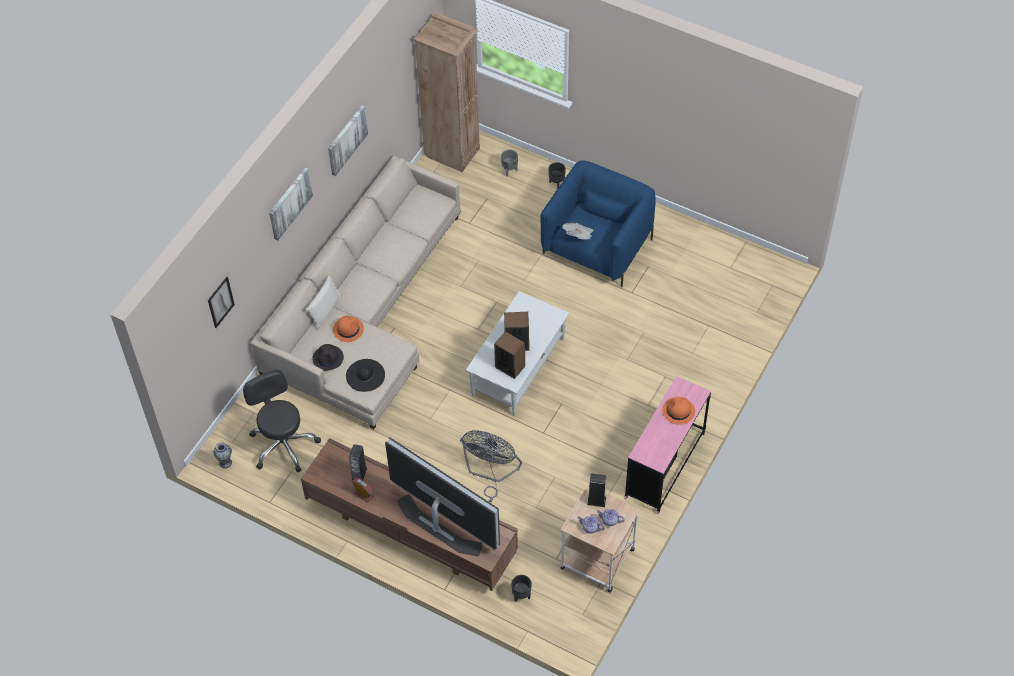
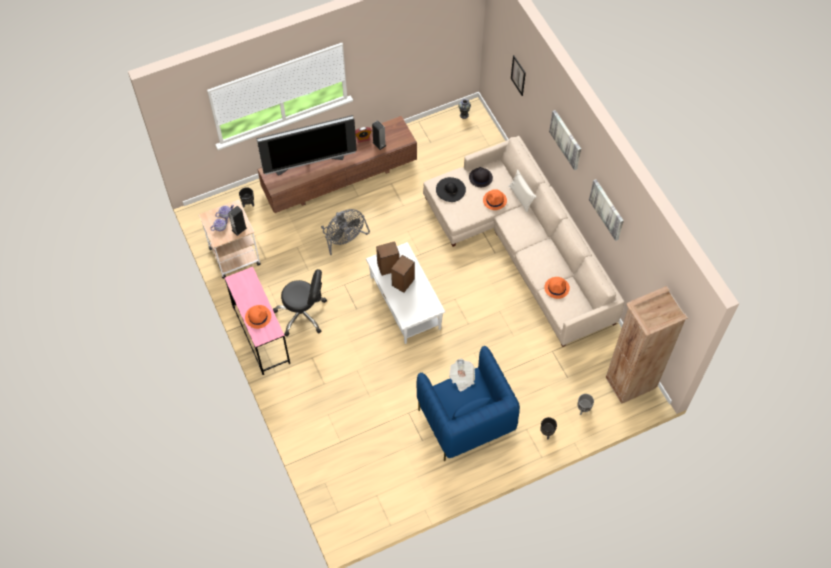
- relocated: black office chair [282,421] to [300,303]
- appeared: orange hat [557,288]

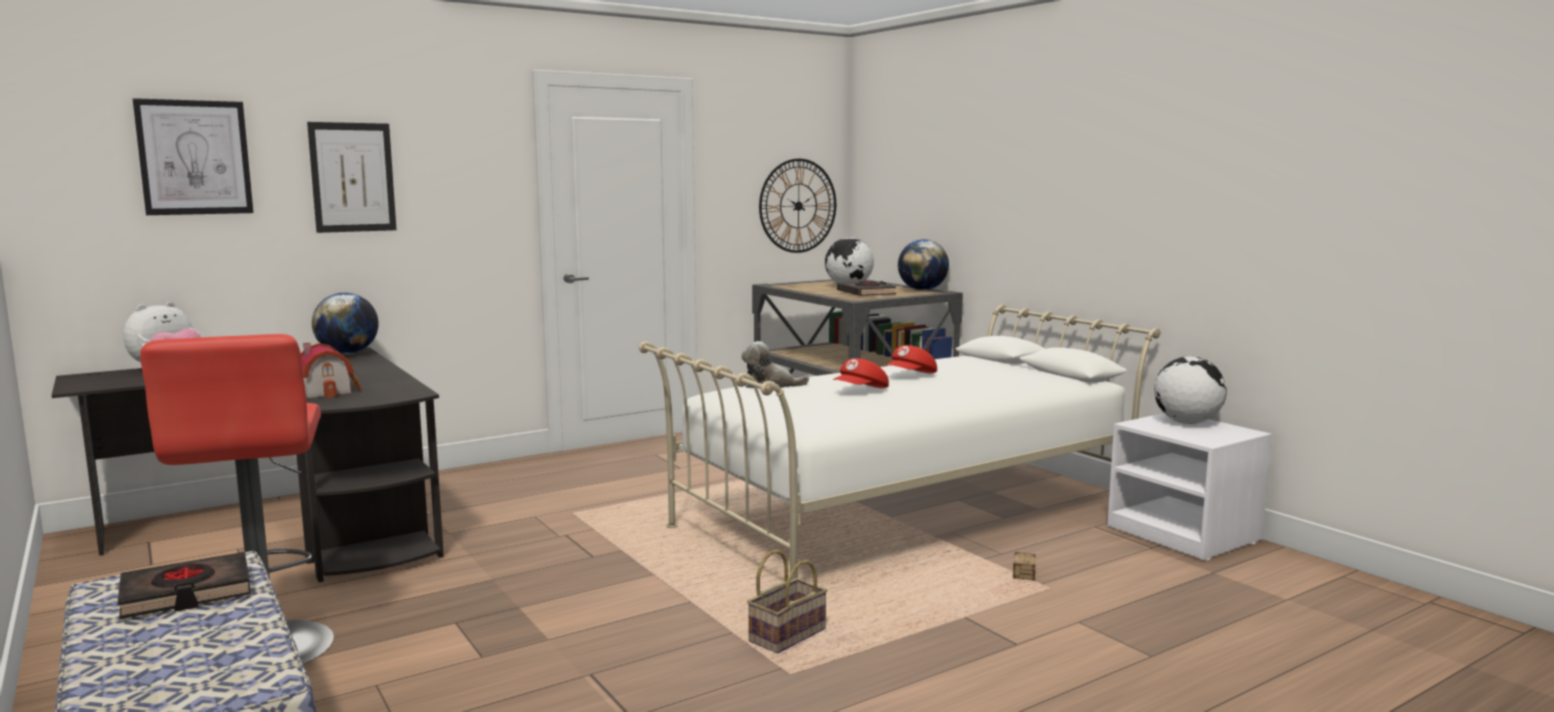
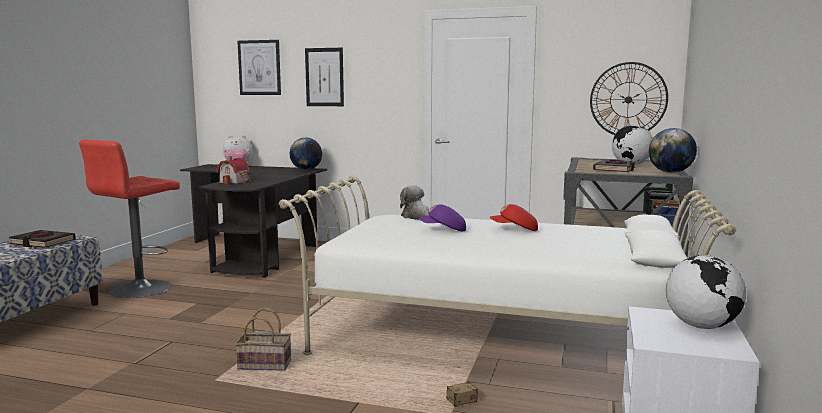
- colour: red cap [861,373] to purple cap [442,217]

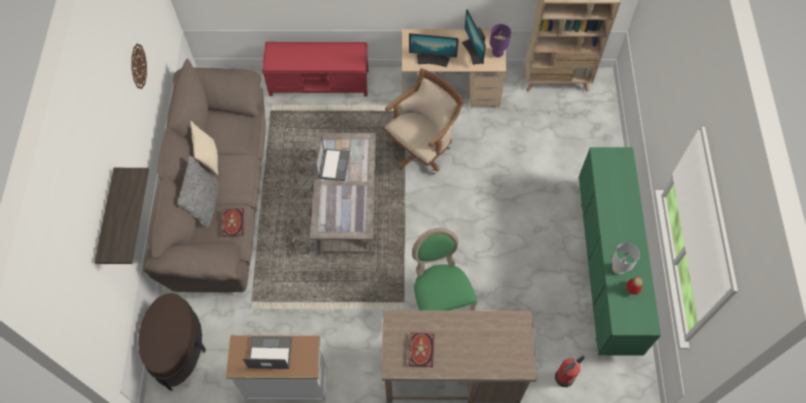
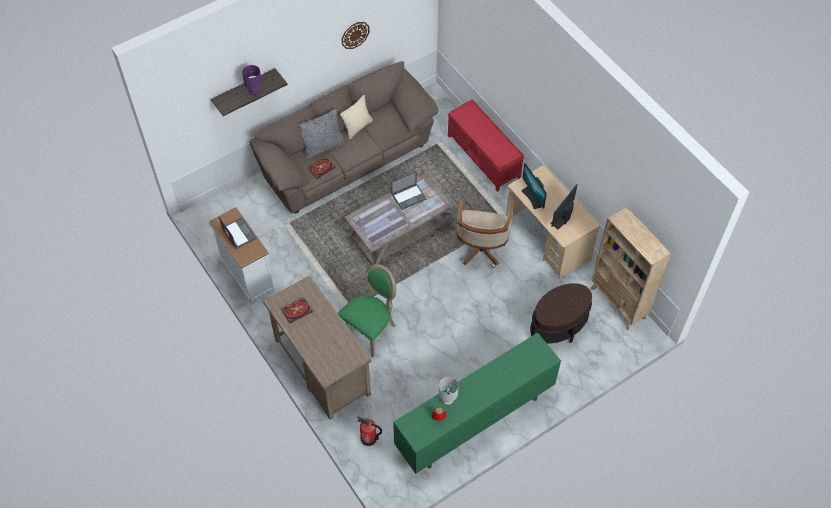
- relocated: brown side table [172,342] to [561,313]
- spun: office chair [424,121] = [485,233] 90 degrees clockwise
- relocated: purple table lamp [500,40] to [252,80]

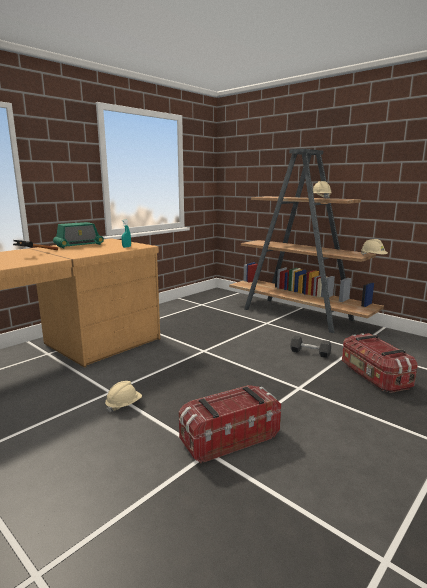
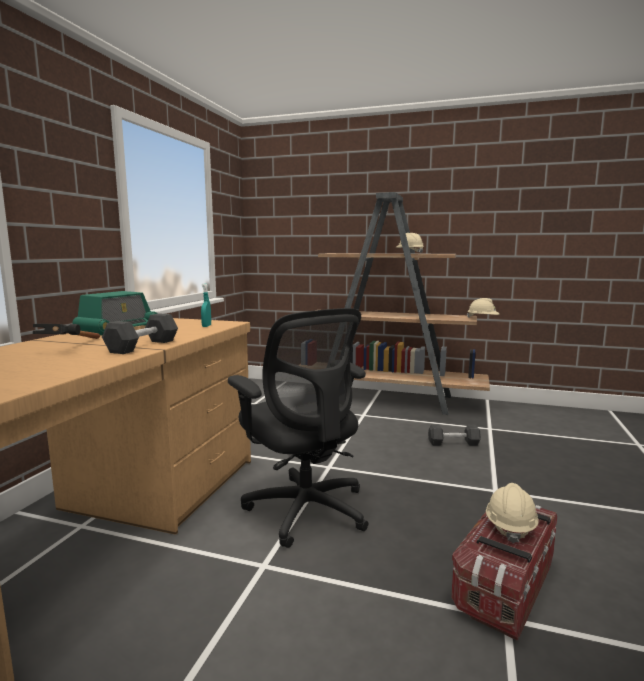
- relocated: beige hard hat [123,396] to [512,513]
- missing: storage box [380,363]
- appeared: black dumbbell [140,333]
- appeared: black office chair [298,428]

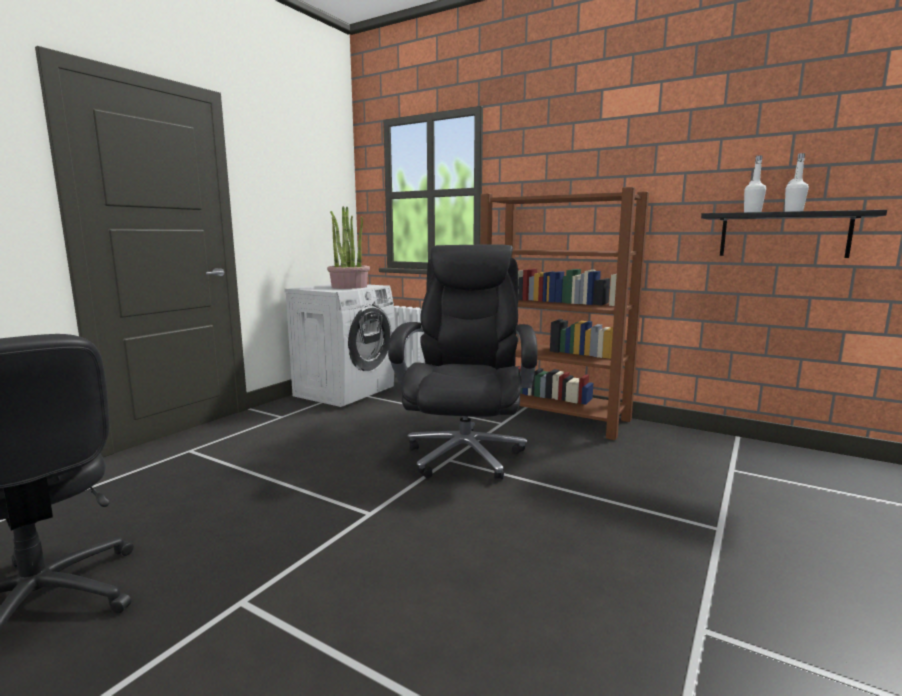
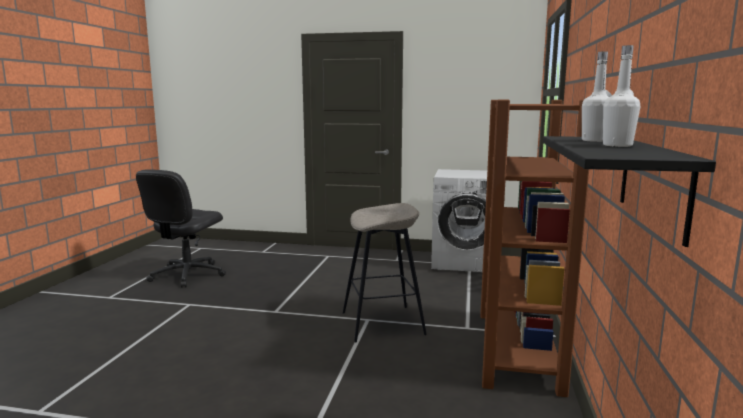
- missing: potted plant [348,247]
- exchanged: black office chair [462,361] to grey stool [385,272]

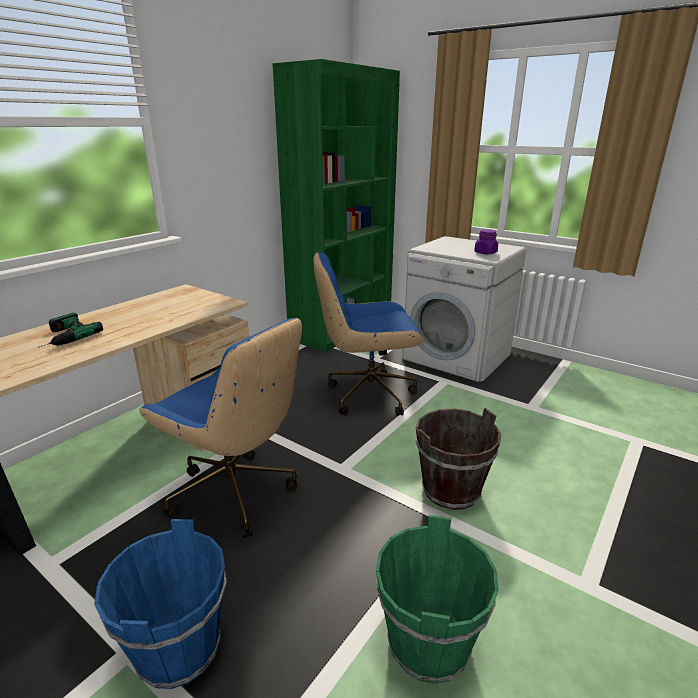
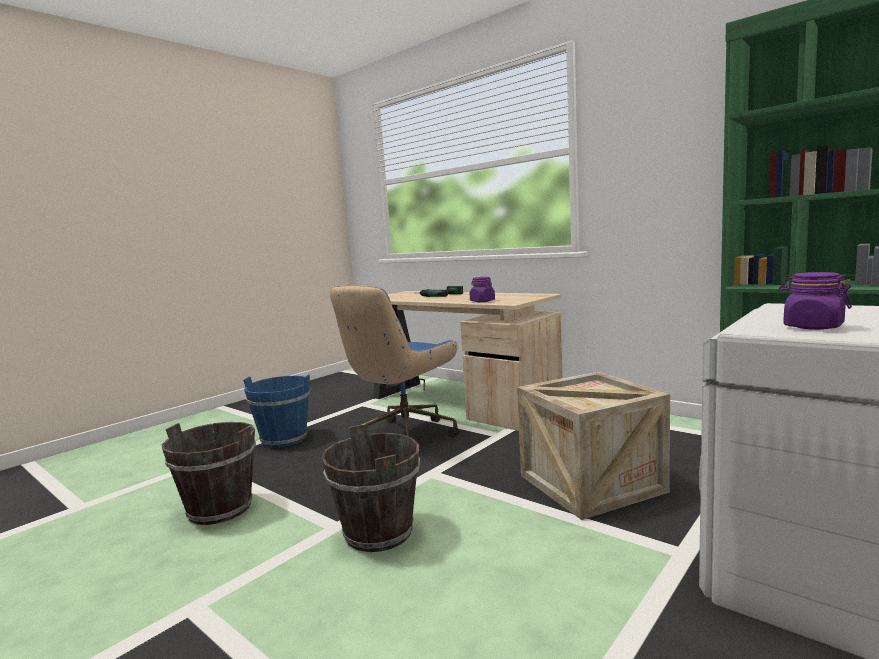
- exchanged: blue office chair [368,334] to crate [593,446]
- colour: green bucket [437,599] to brown bucket [209,473]
- appeared: purple jar [482,289]

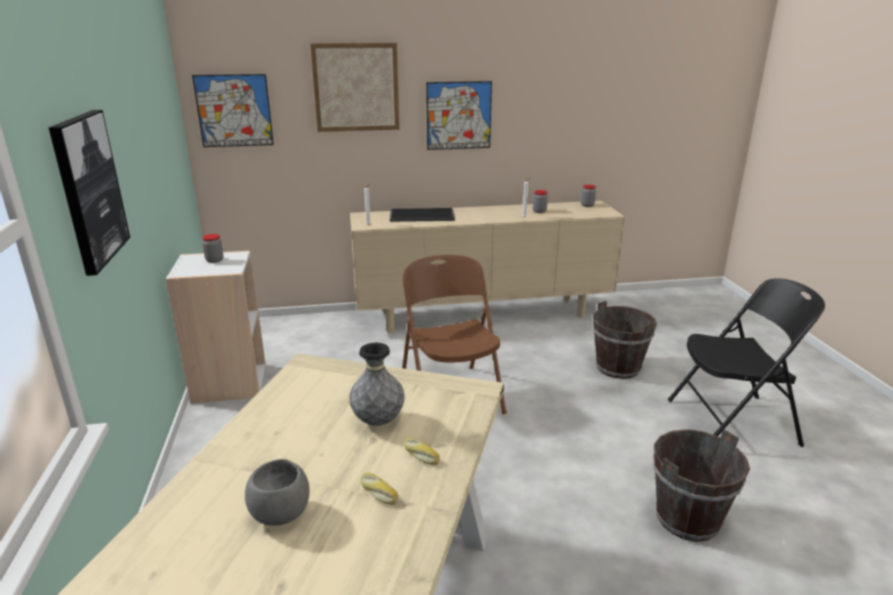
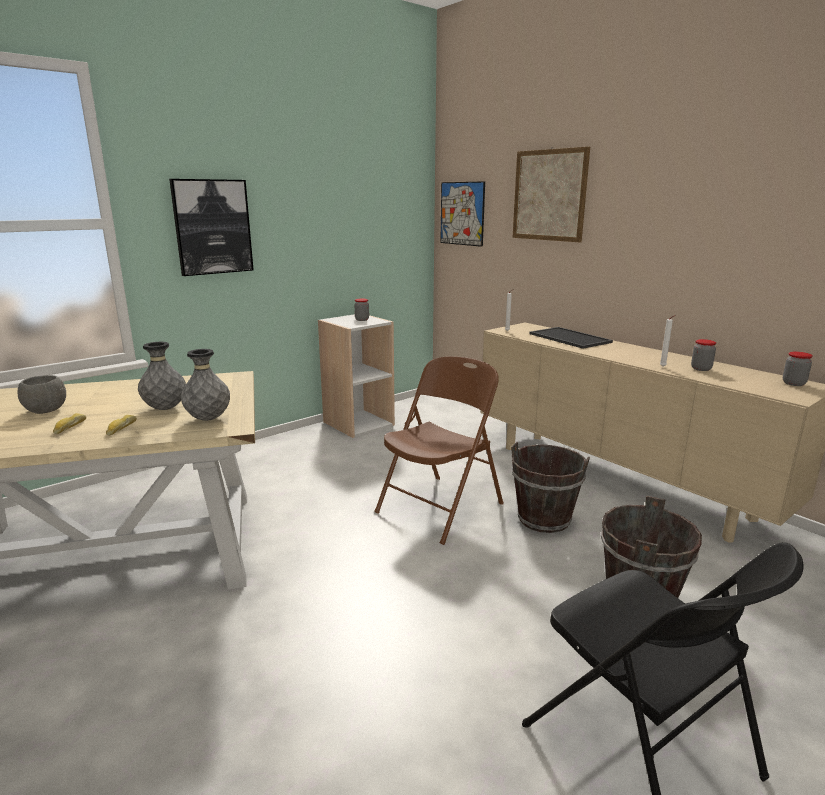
- missing: picture [459,115]
- relocated: brown bucket [701,485] to [550,487]
- appeared: grey vase [205,385]

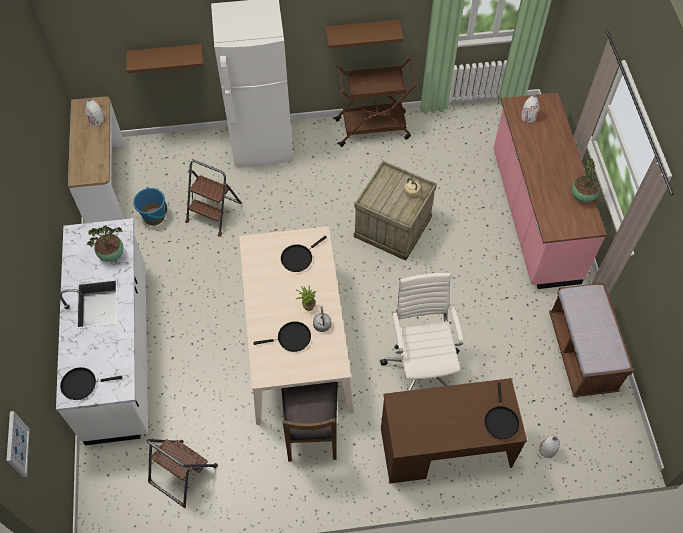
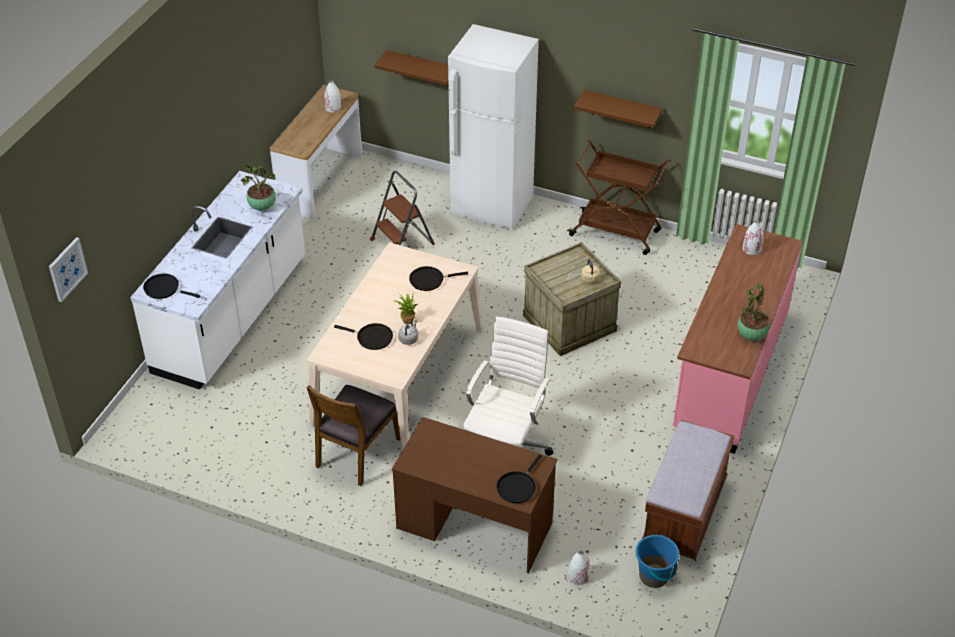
- relocated: blue bucket [150,206] to [657,561]
- missing: brown step ladder [182,473]

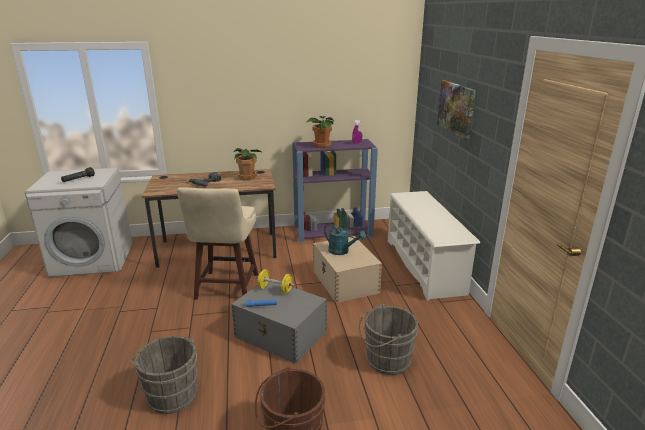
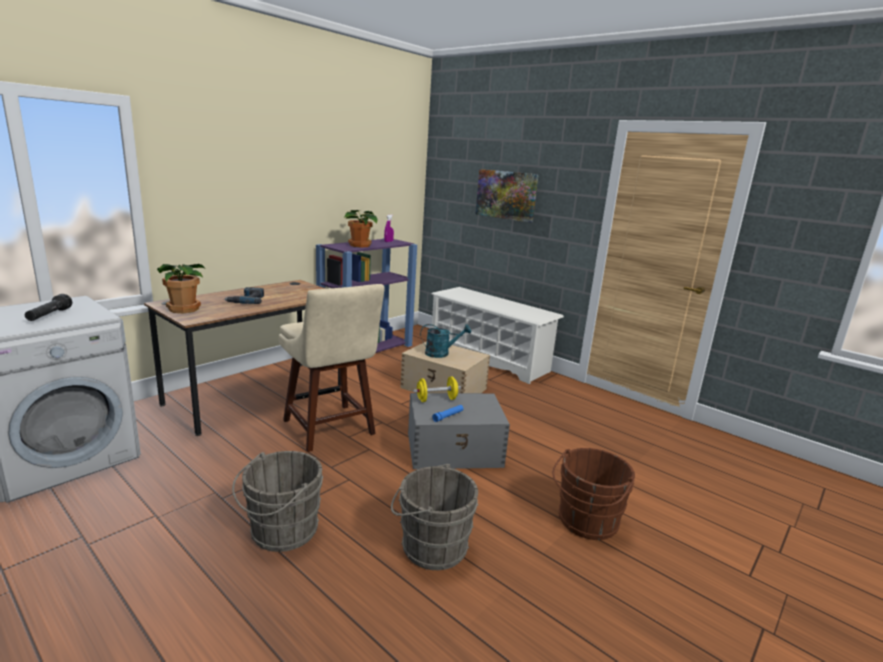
- relocated: potted plant [247,164] to [181,289]
- relocated: grey bucket [388,339] to [277,501]

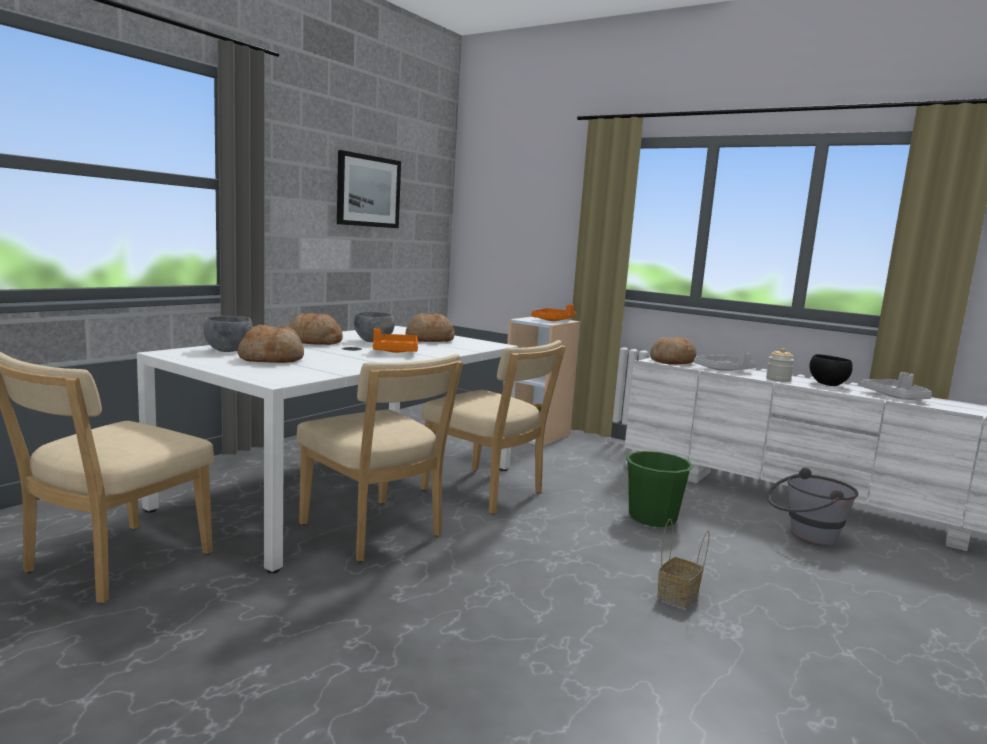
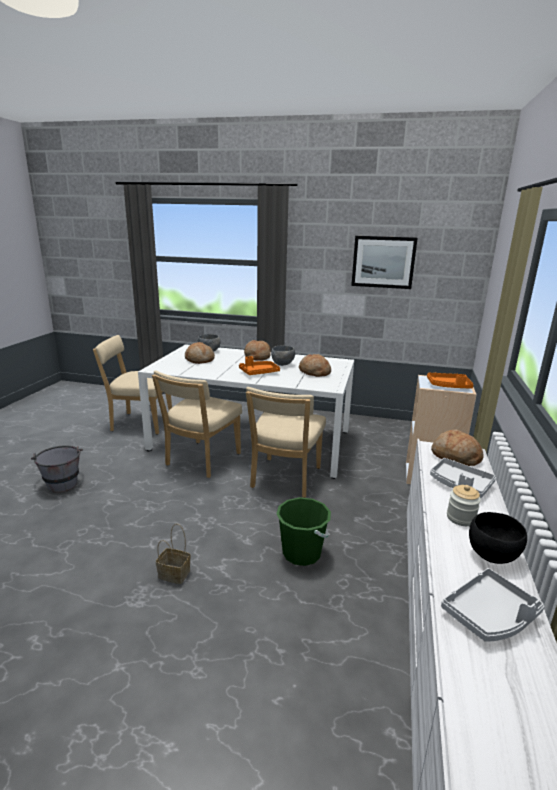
- relocated: grey bucket [813,506] to [57,469]

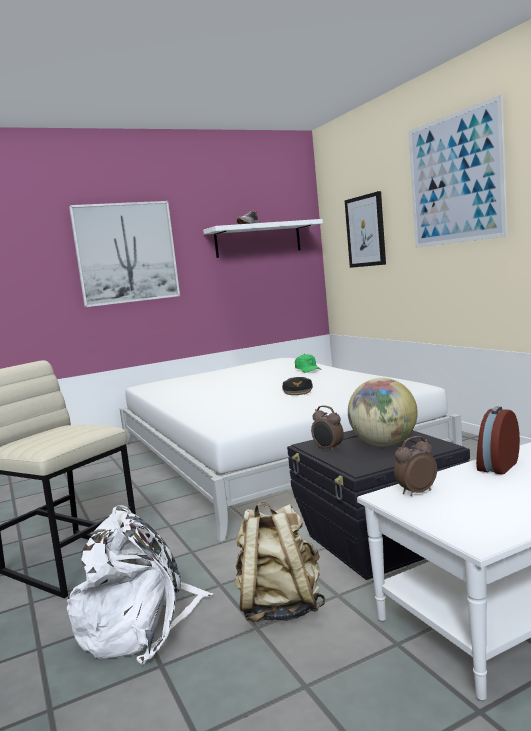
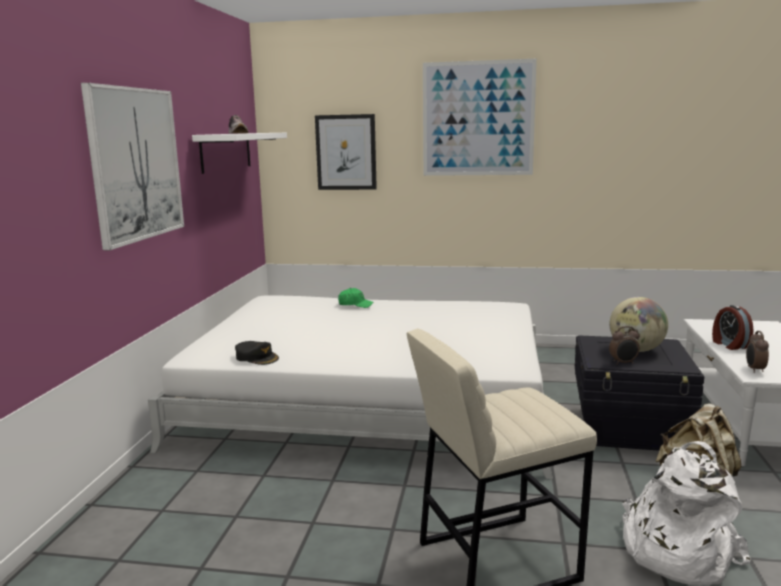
- relocated: black cap [297,386] to [257,353]

